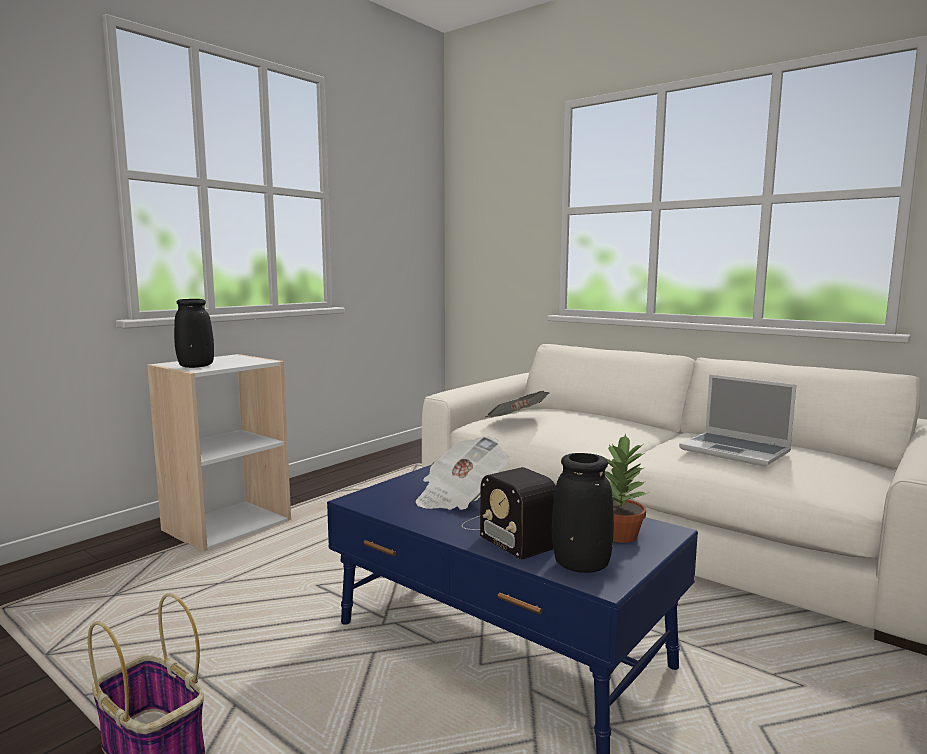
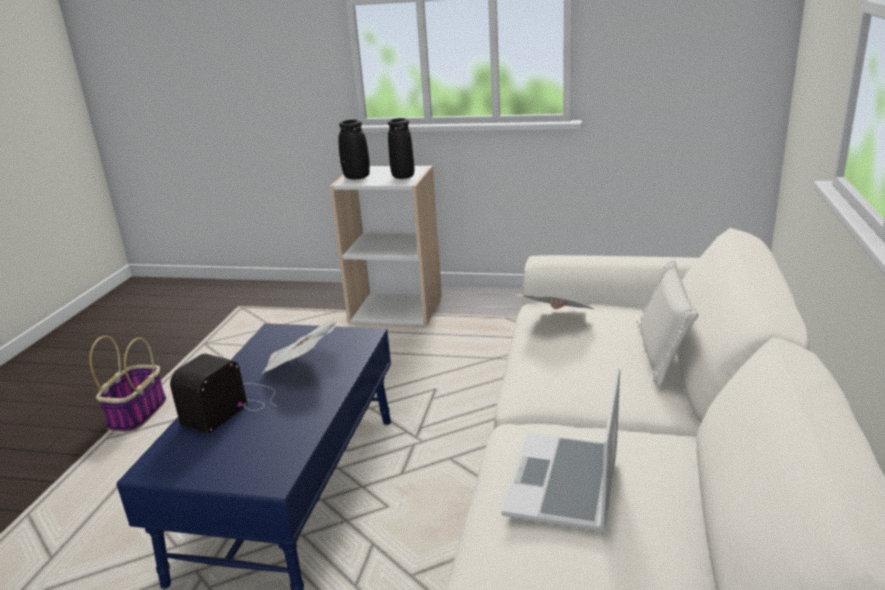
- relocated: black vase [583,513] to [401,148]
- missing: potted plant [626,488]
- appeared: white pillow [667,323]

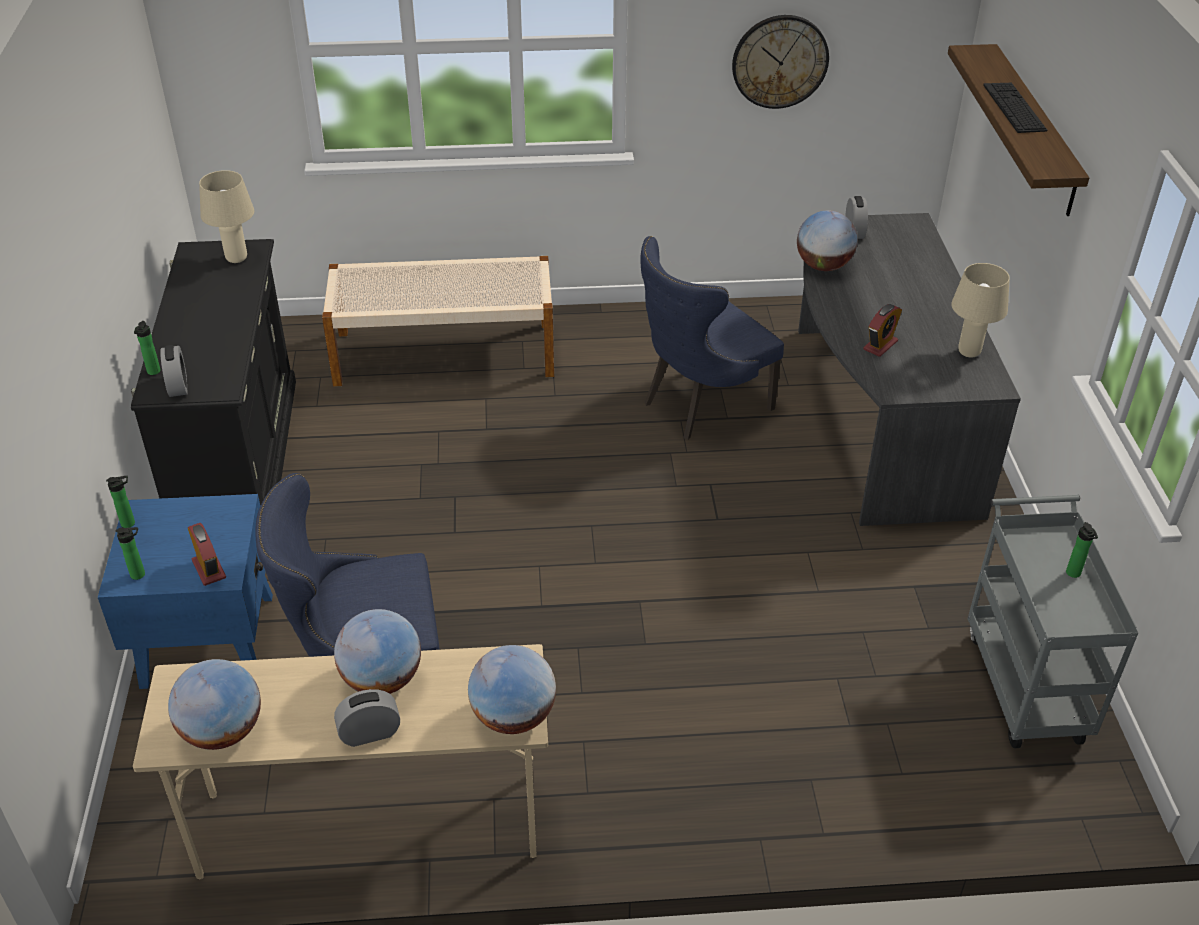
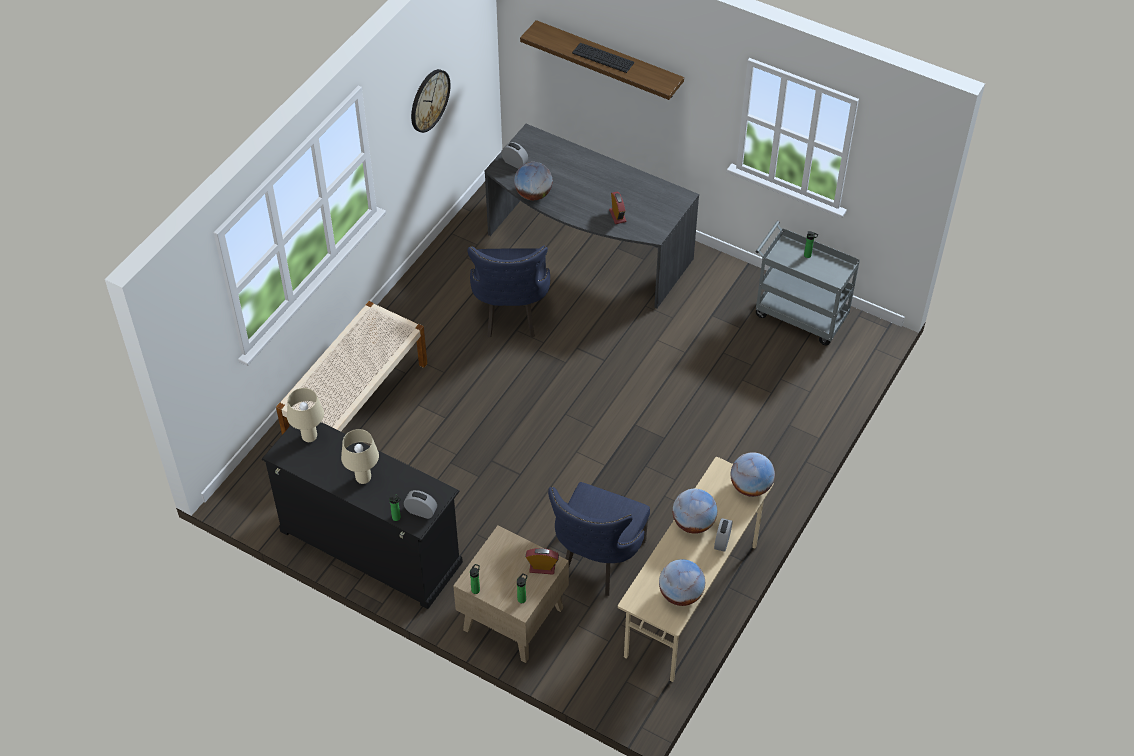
- colour: blue nightstand [185,591] to beige nightstand [511,594]
- relocated: beige table lamp [980,310] to [360,456]

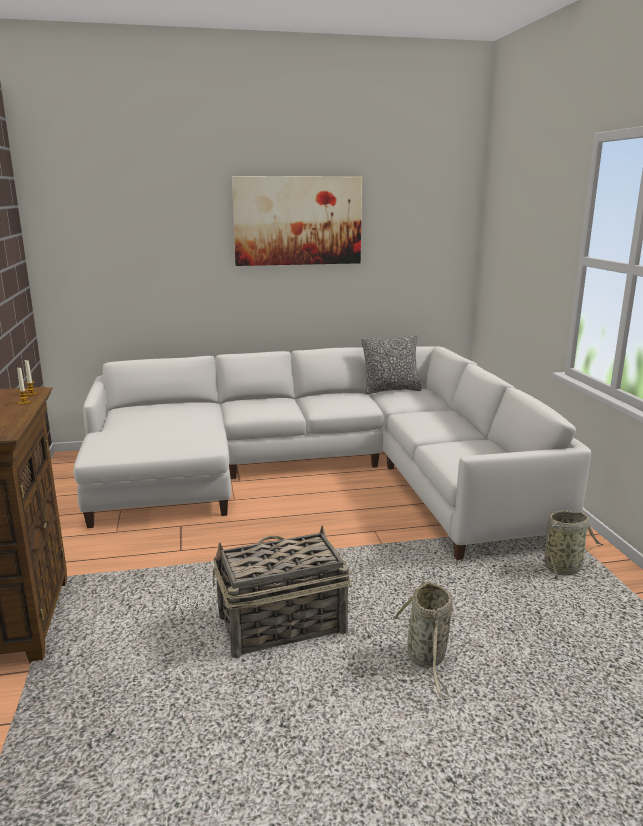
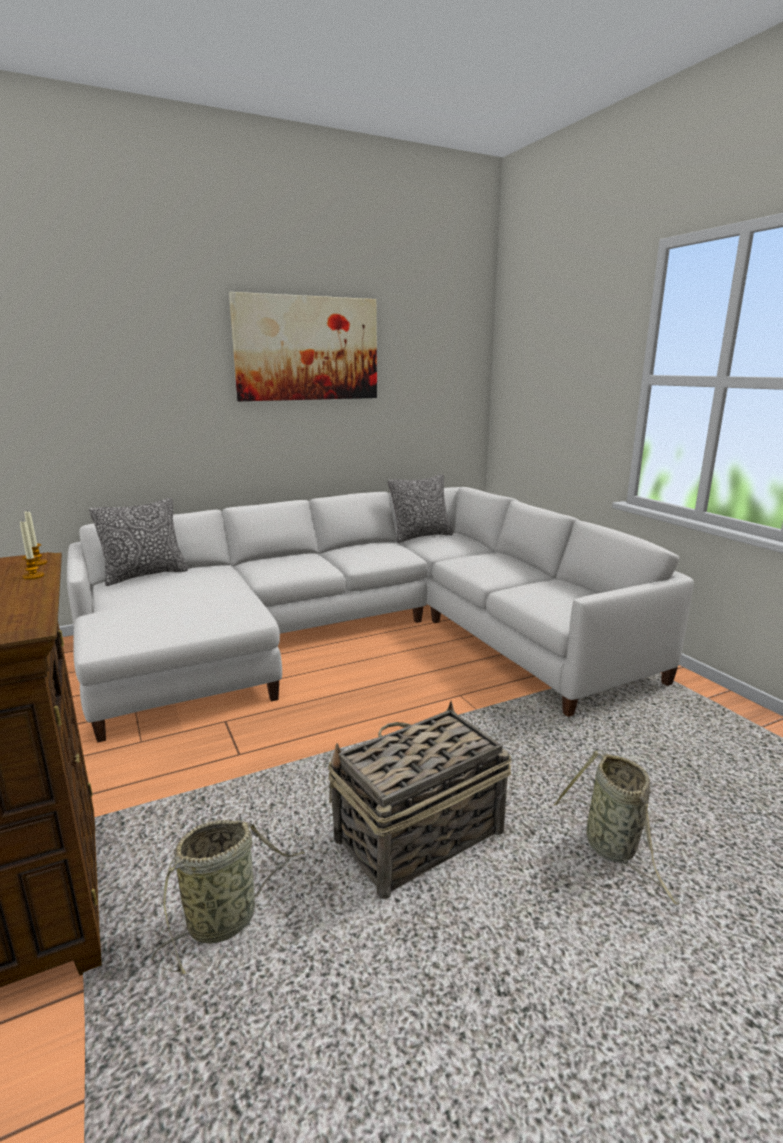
- relocated: basket [567,545] to [228,897]
- appeared: pillow [138,542]

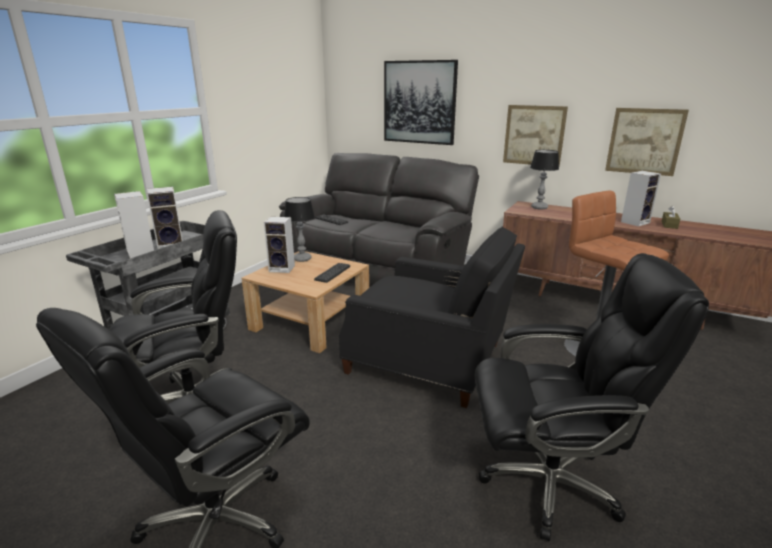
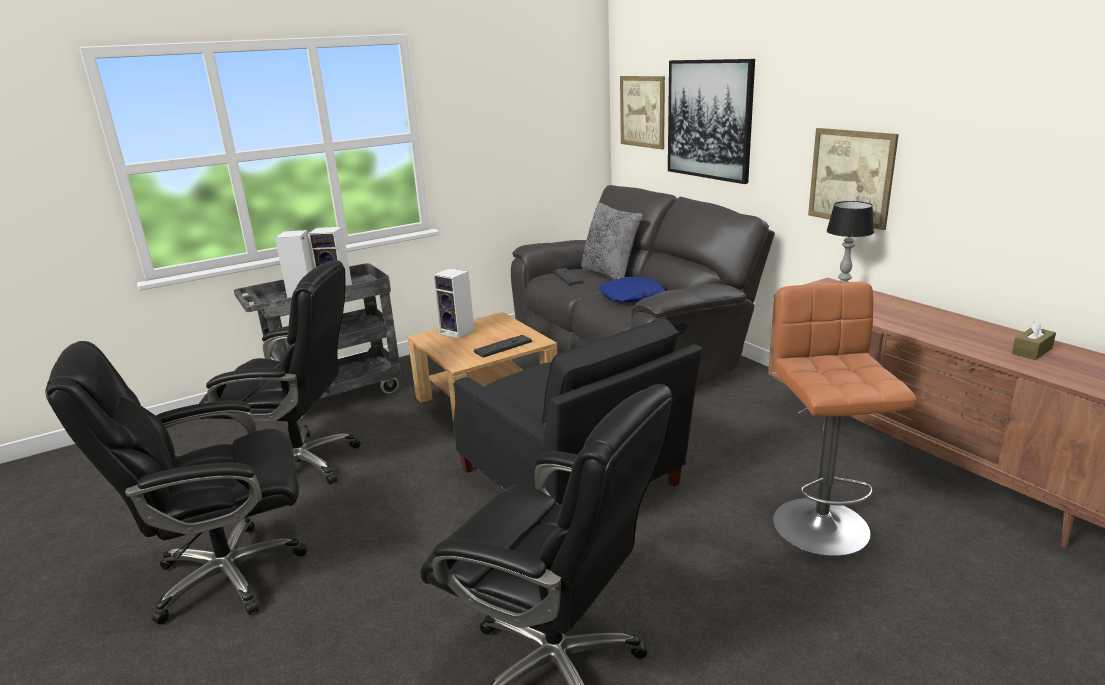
- missing: table lamp [299,229]
- relocated: picture [647,142] to [642,112]
- missing: speaker [641,199]
- appeared: grey pillow [612,241]
- appeared: blue pillow [632,290]

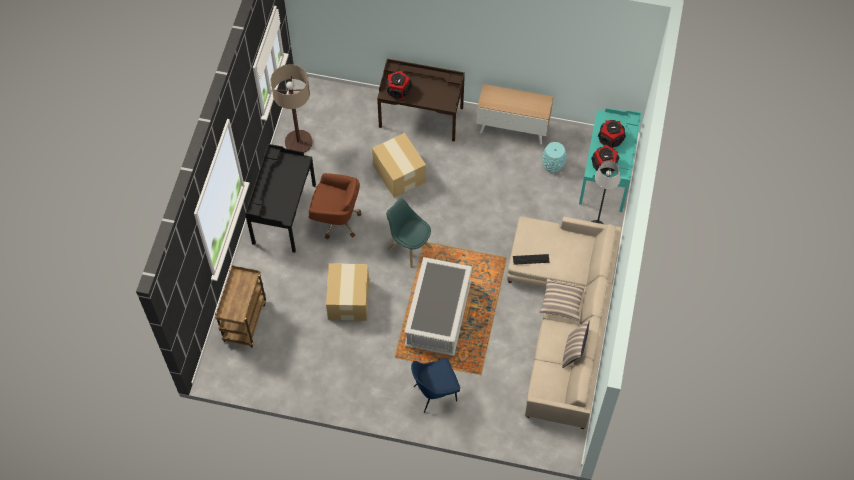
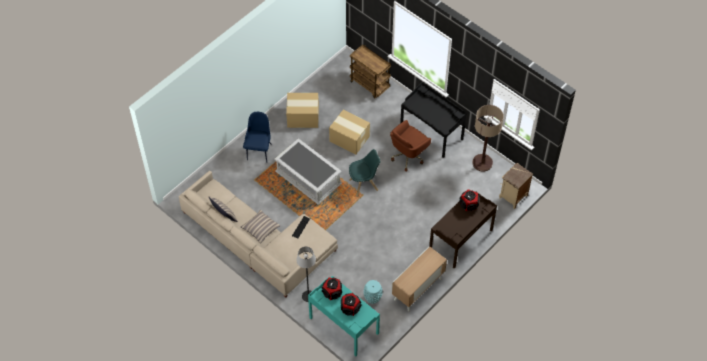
- relocated: cardboard box [399,165] to [302,110]
- appeared: beige nightstand [516,186]

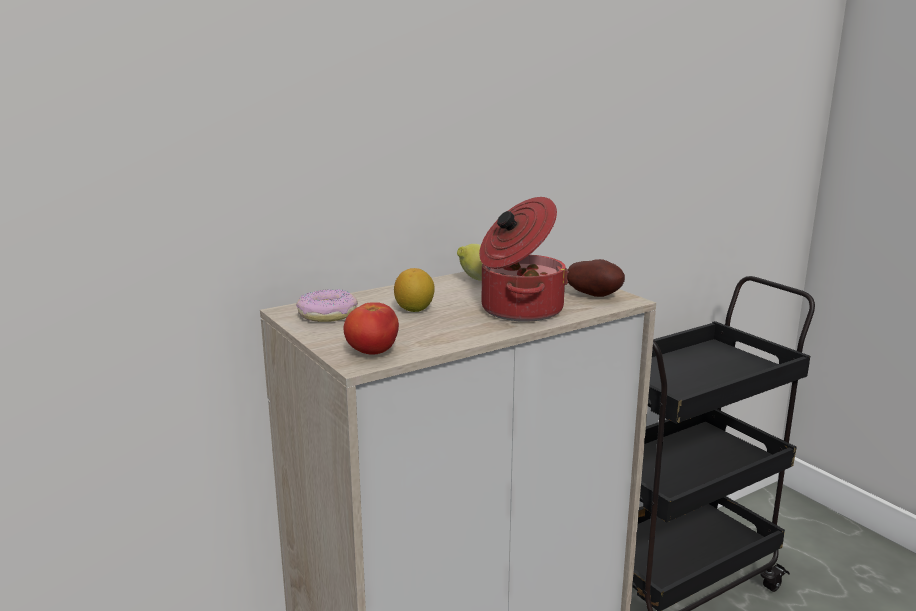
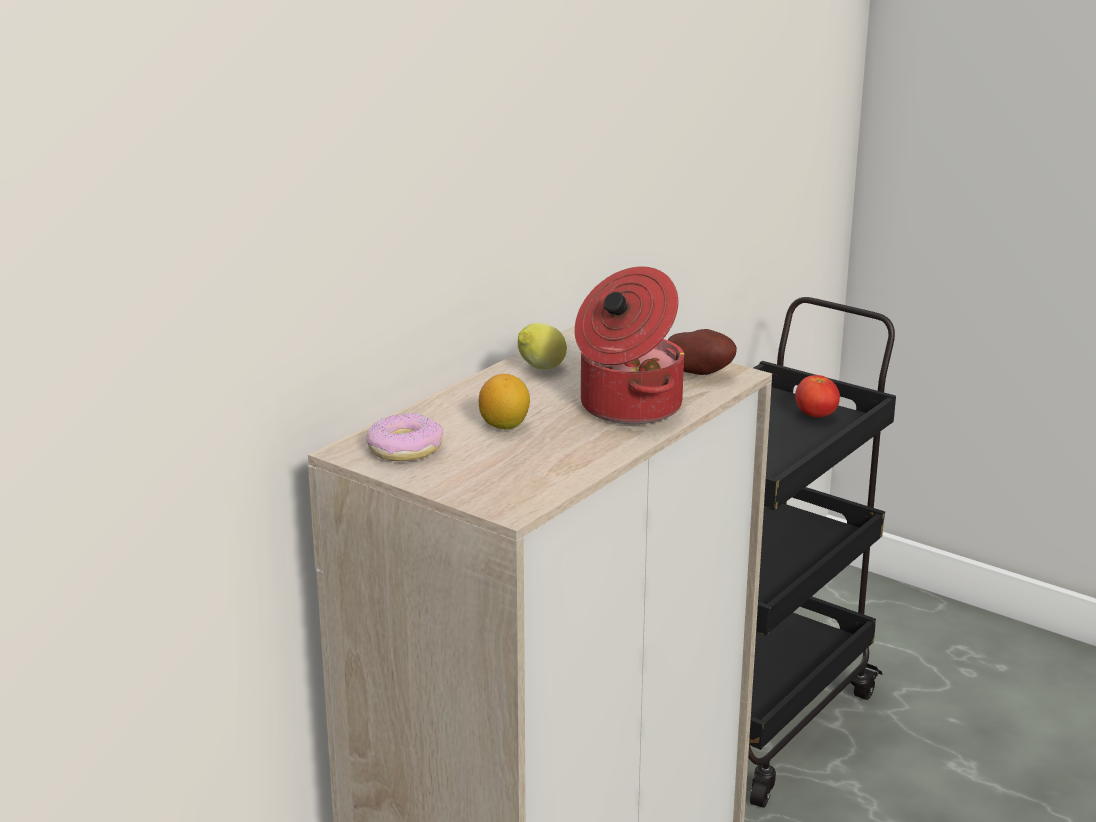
- relocated: tomato [371,328] to [817,396]

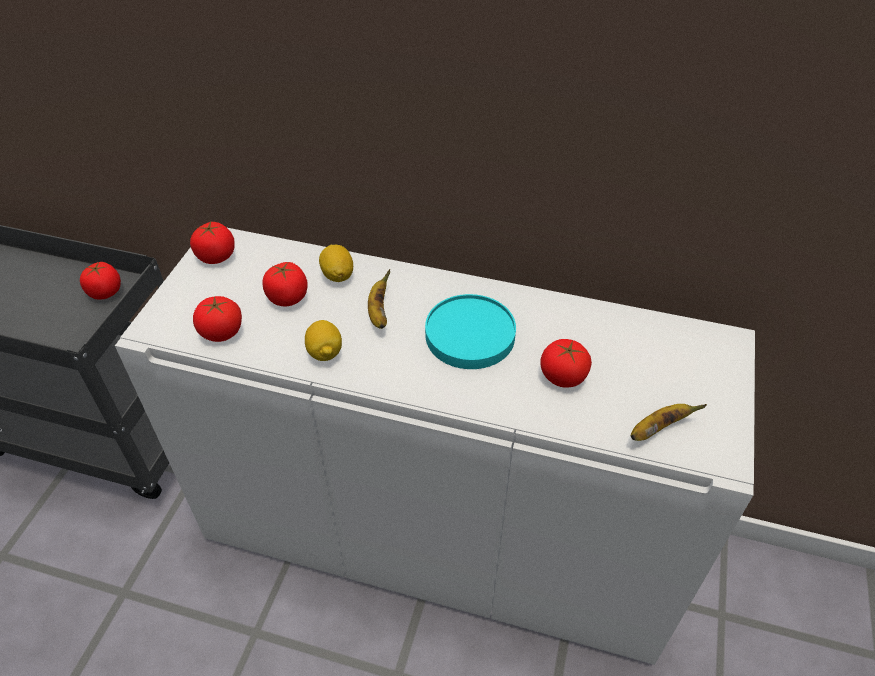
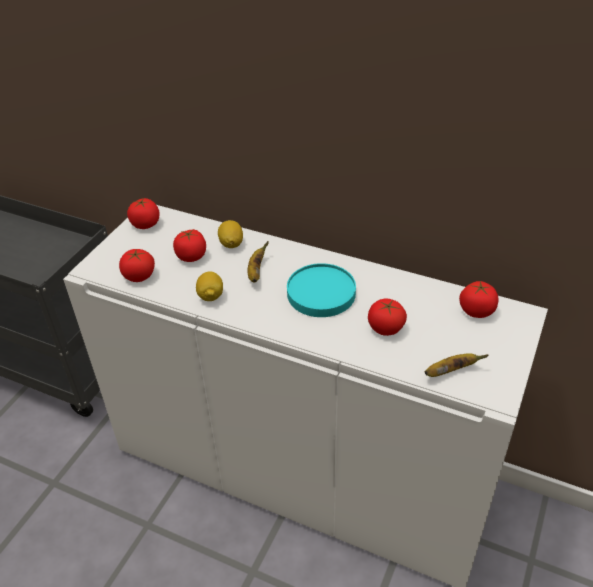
- relocated: tomato [100,280] to [479,299]

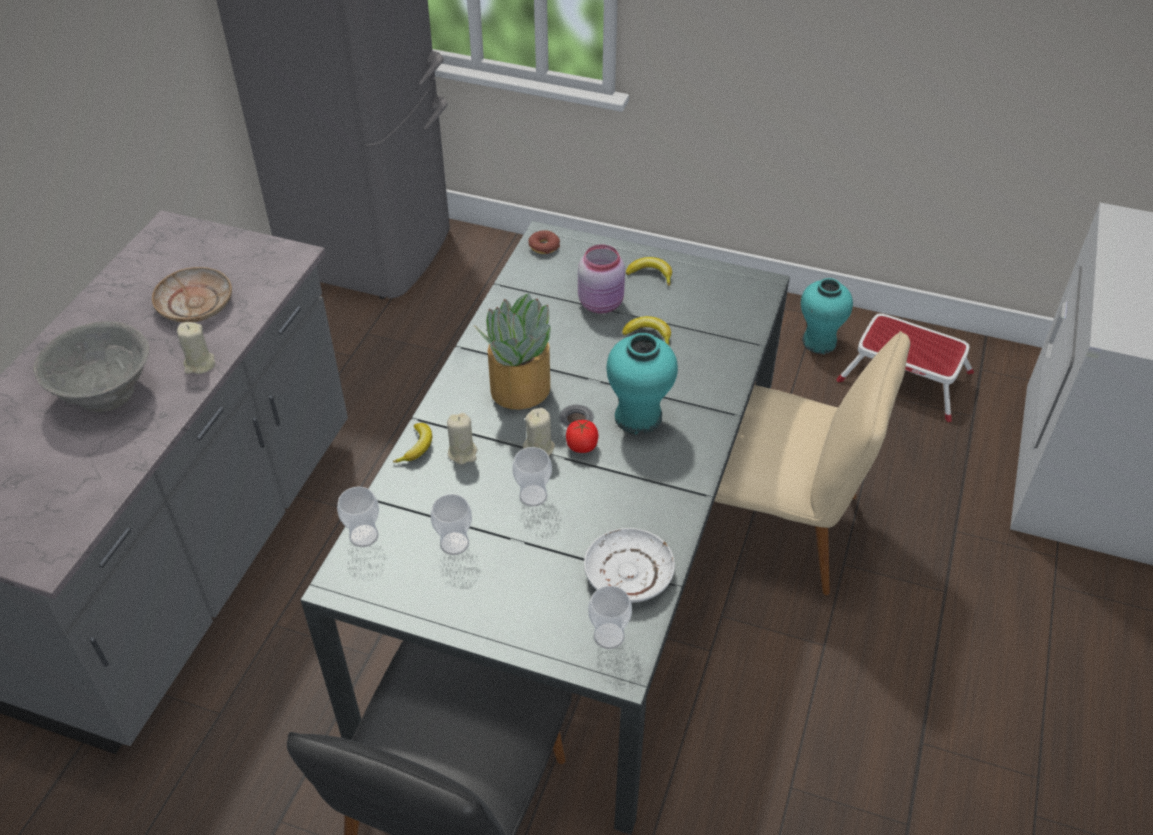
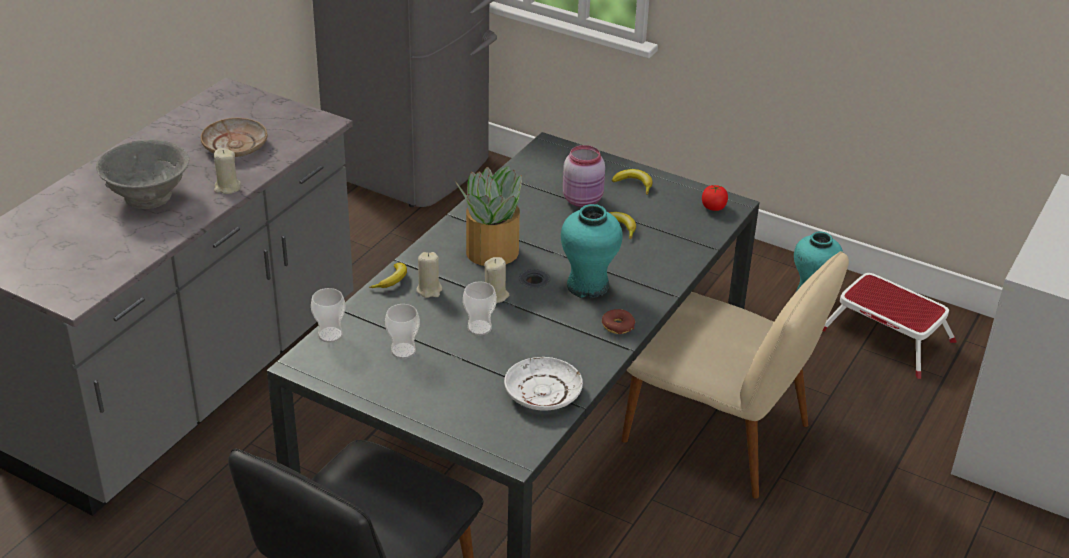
- relocated: donut [544,242] to [618,321]
- relocated: tomato [582,436] to [715,198]
- missing: cup [610,617]

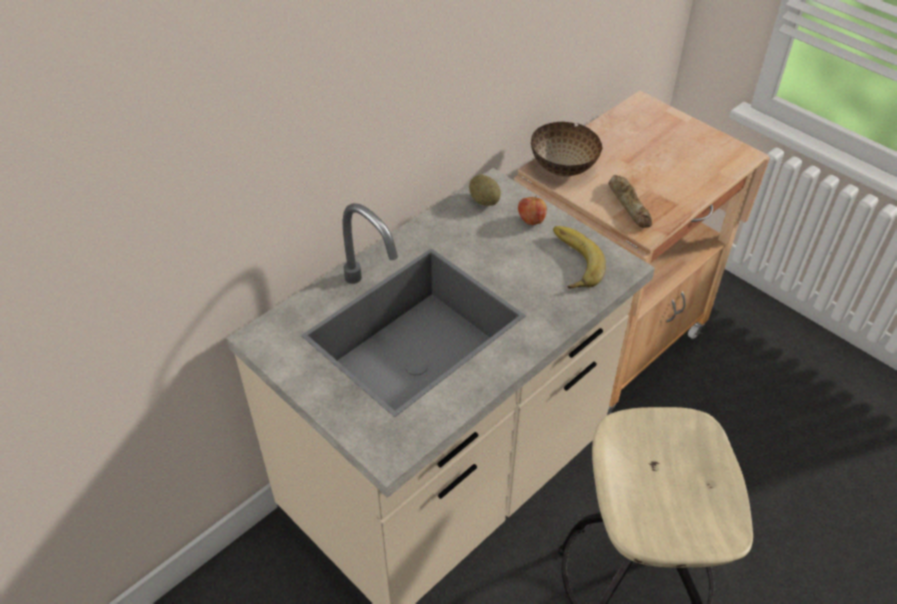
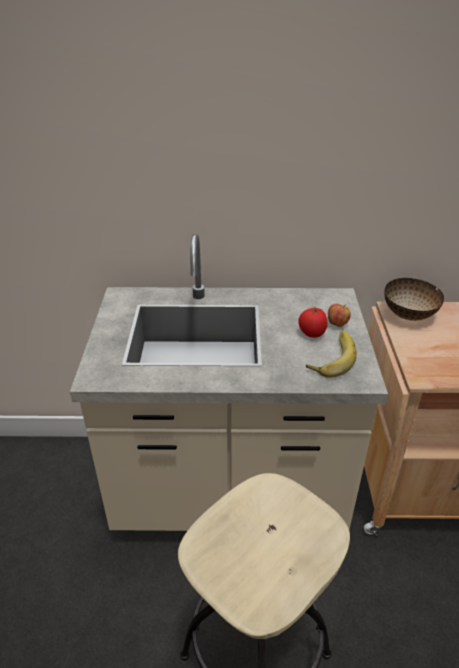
- missing: potato [485,190]
- missing: bread [630,201]
- appeared: tomato [312,323]

